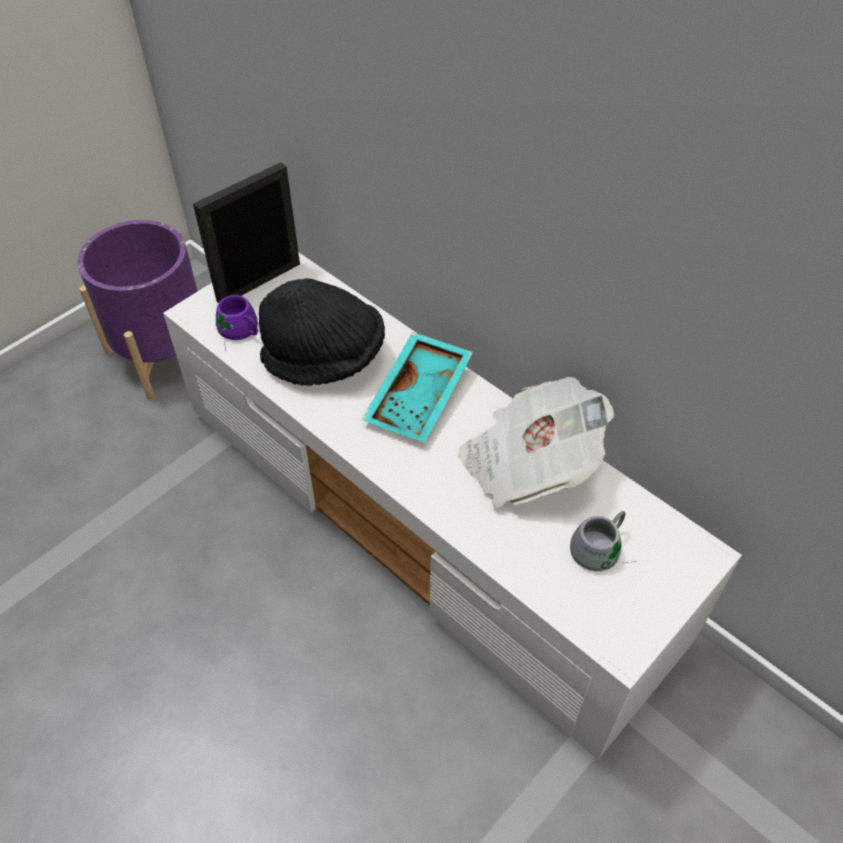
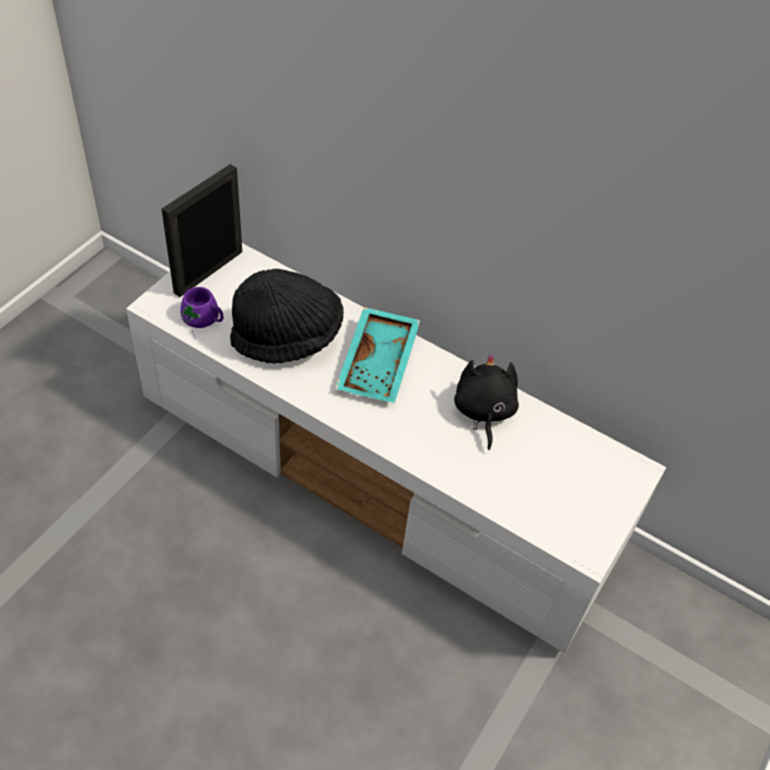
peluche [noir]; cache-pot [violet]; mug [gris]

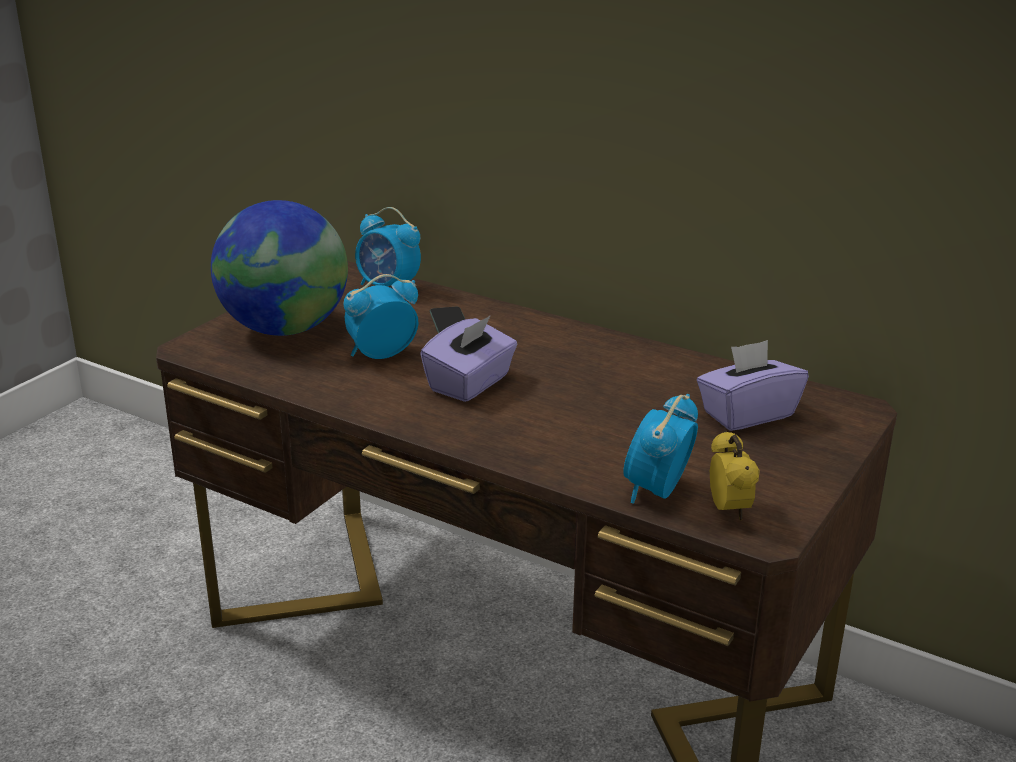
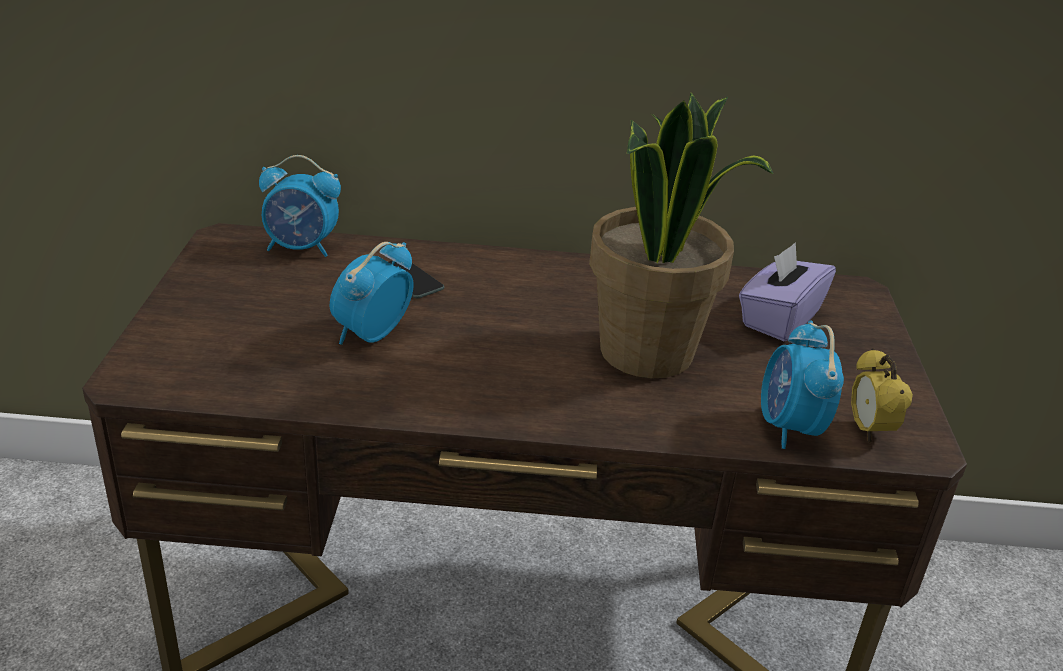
plante en pot; réveil (4th from left); globe; boîte à mouchoirs [violet] (1st from left in the first image)

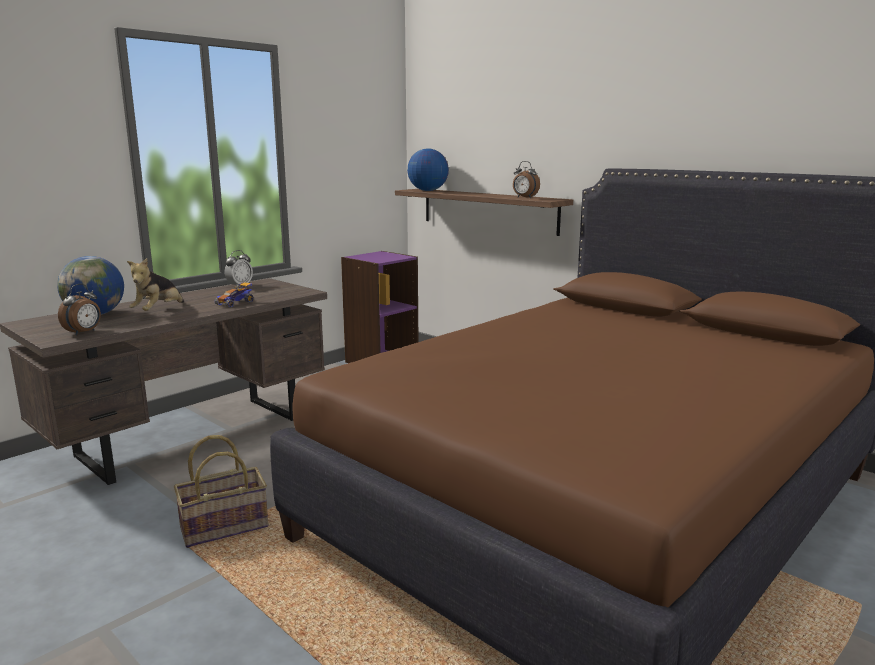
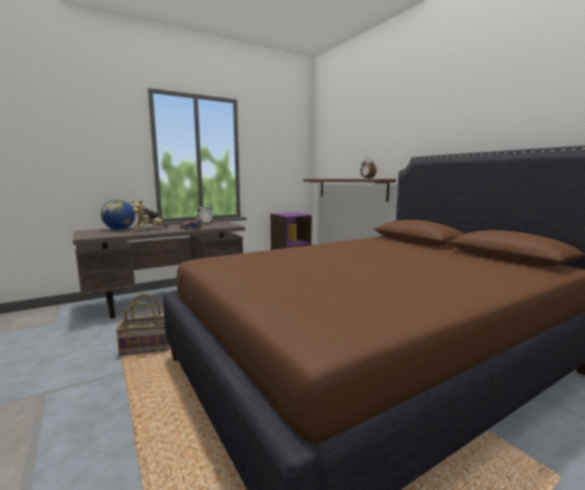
réveil (1st from left in the first image); globe (2nd from left in the first image)

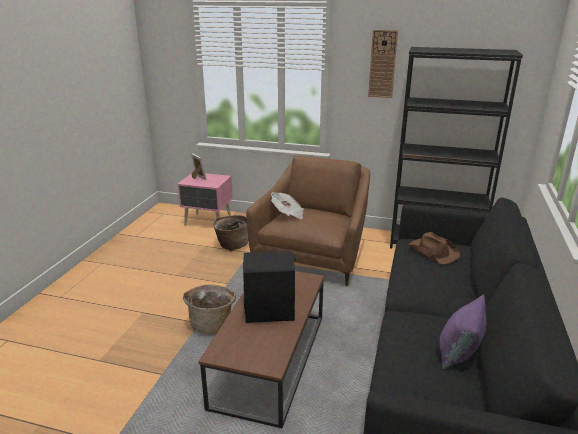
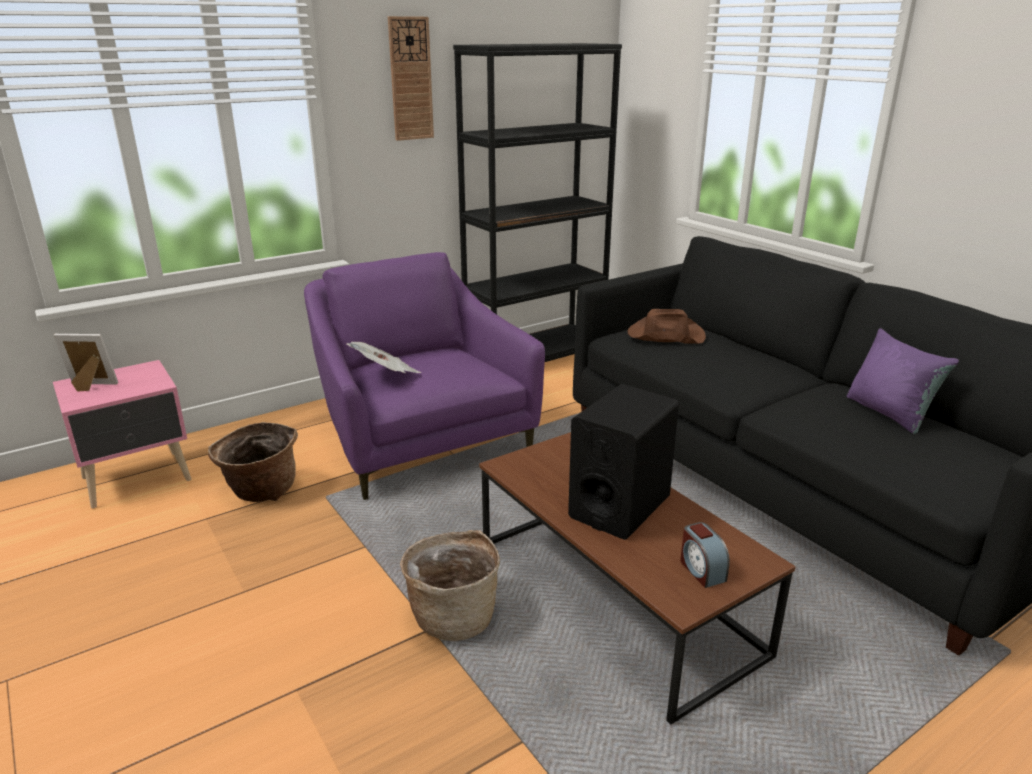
fauteuil [violet]; réveil

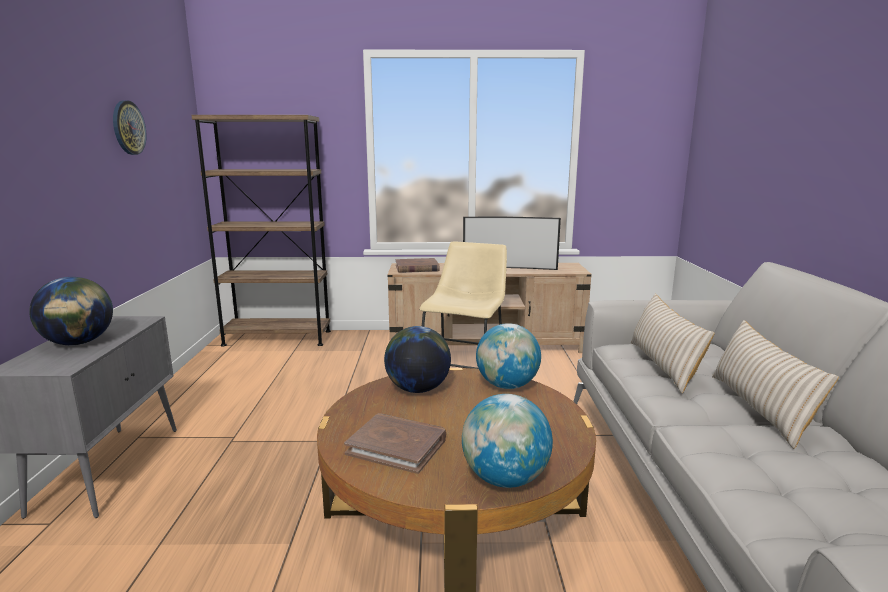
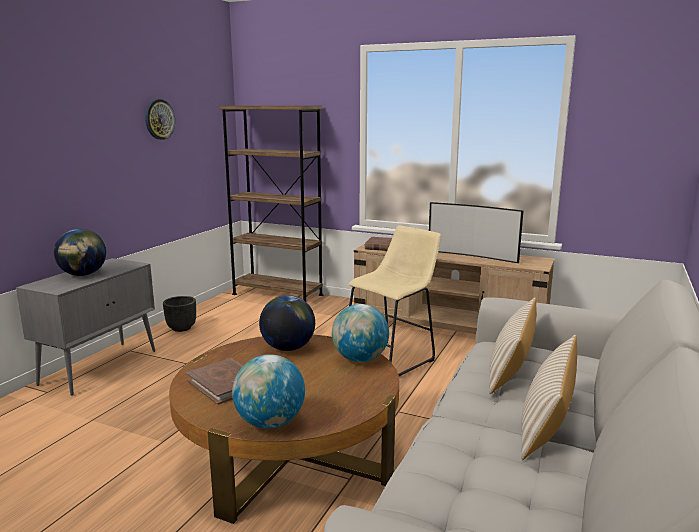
cache-pot [noir]

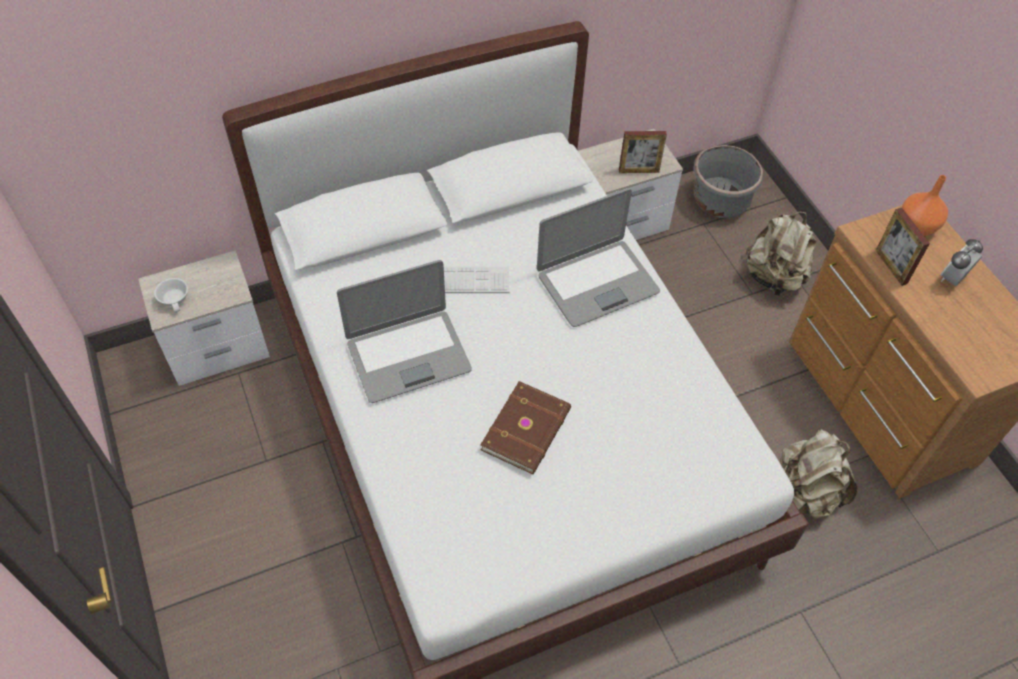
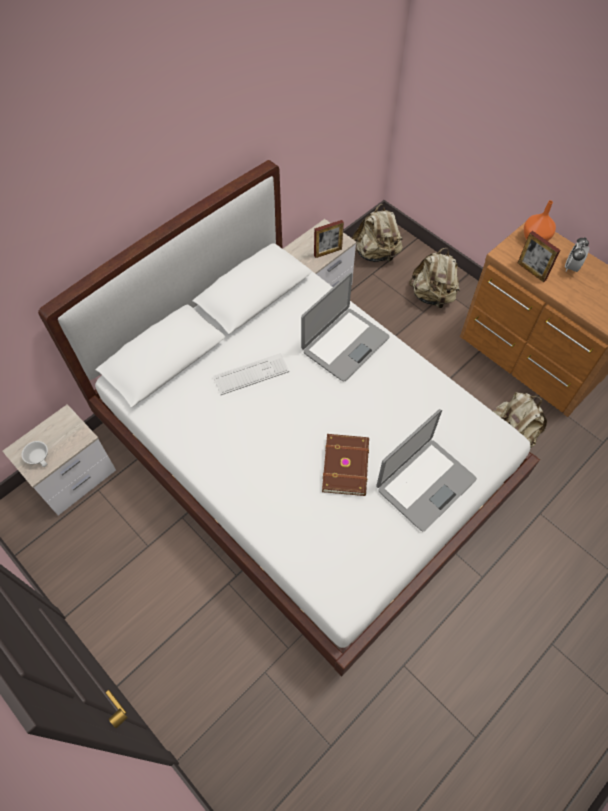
sac à dos [beige] (1st from left); ordinateur portable (2nd from left)

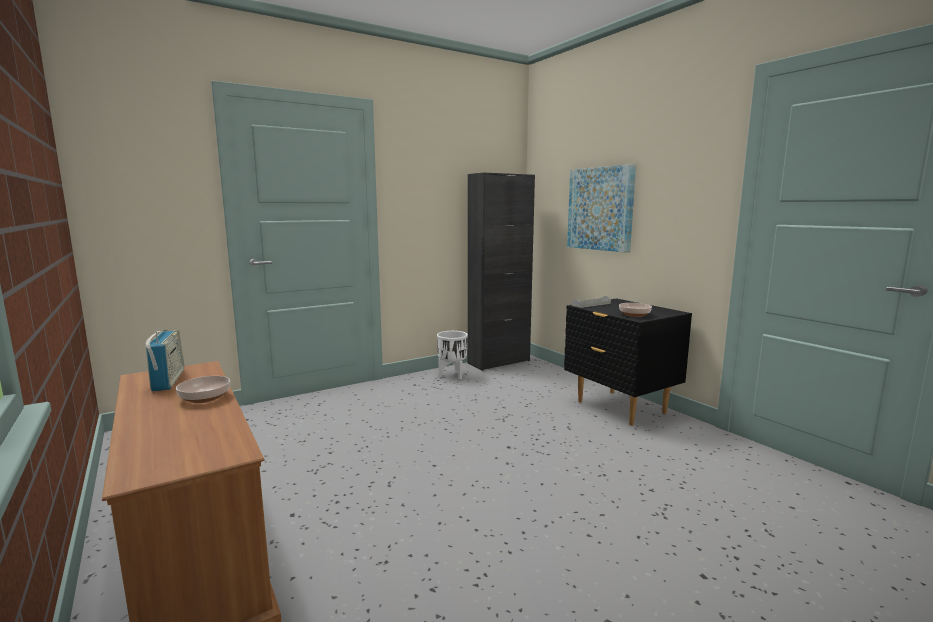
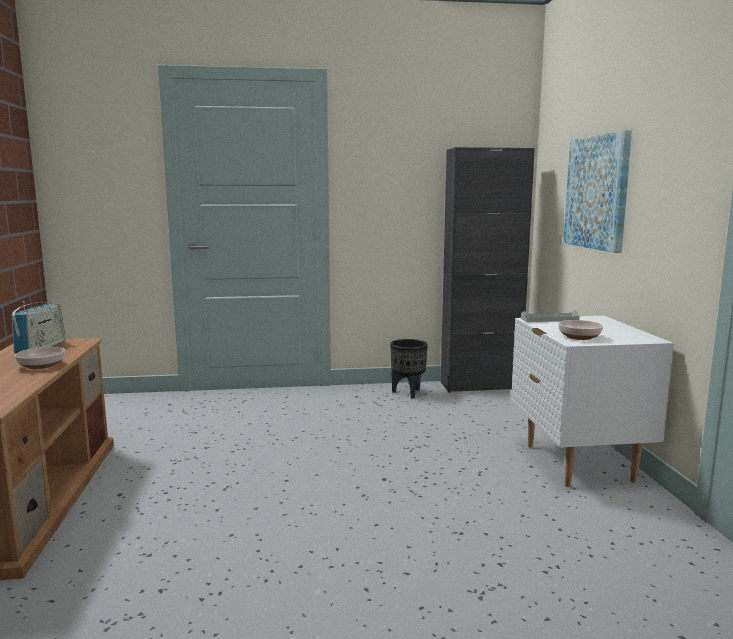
cache-pot [noir]; table de chevet [blanc]

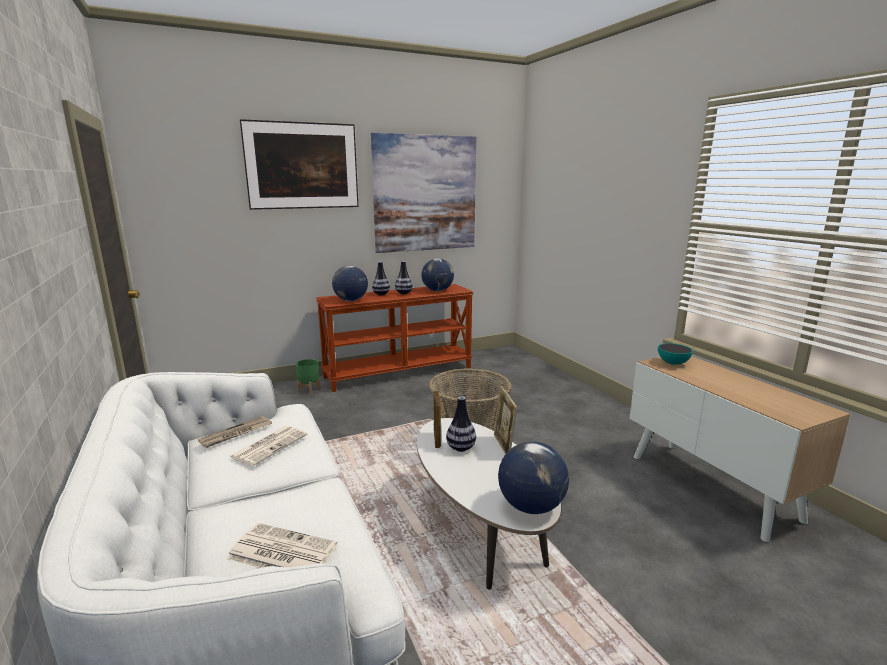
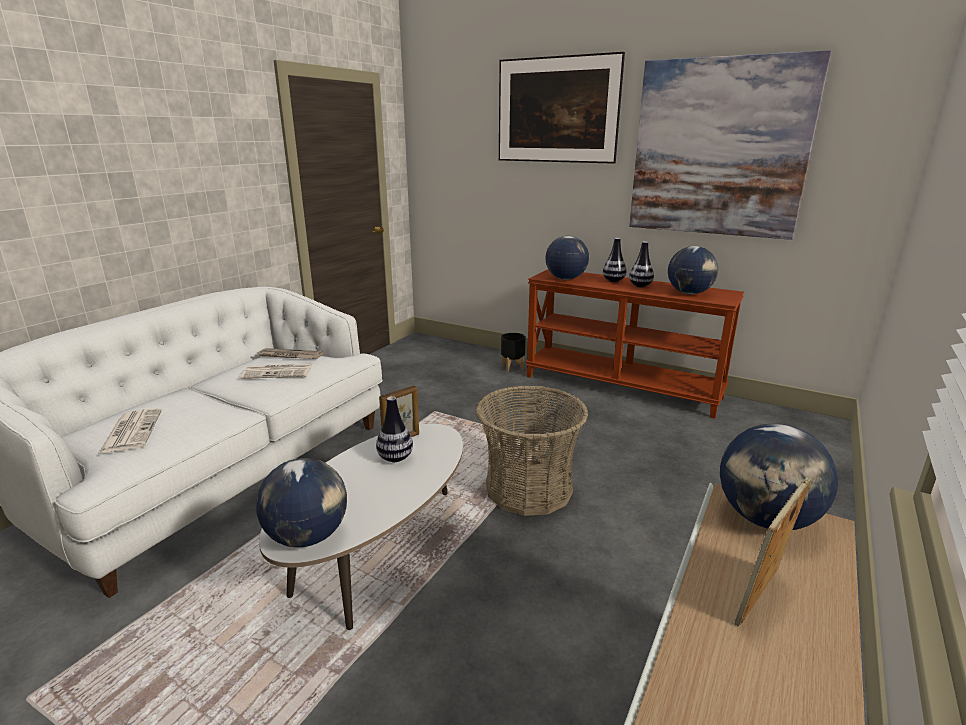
cache-pot [noir]; globe (4th from left); cadre photo (2nd from left)

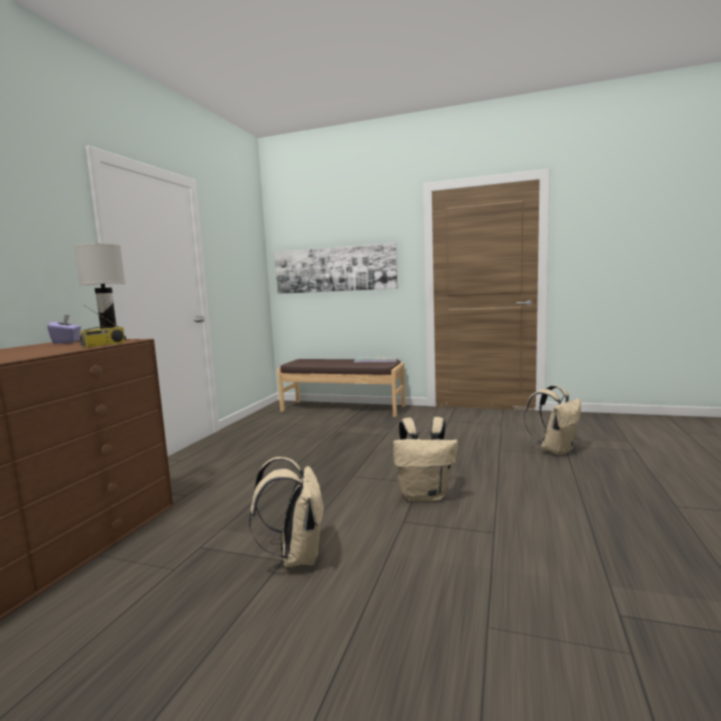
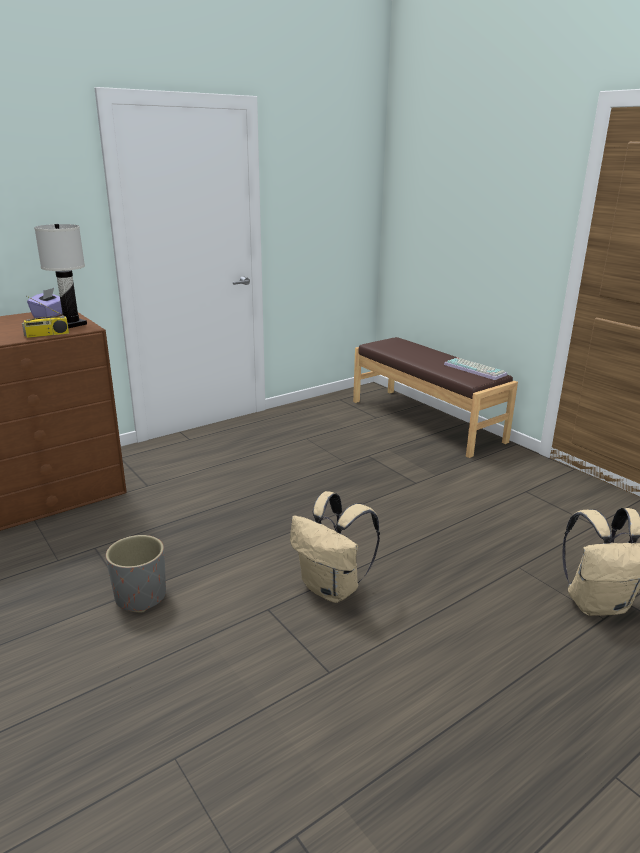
cache-pot [gris]; tableau

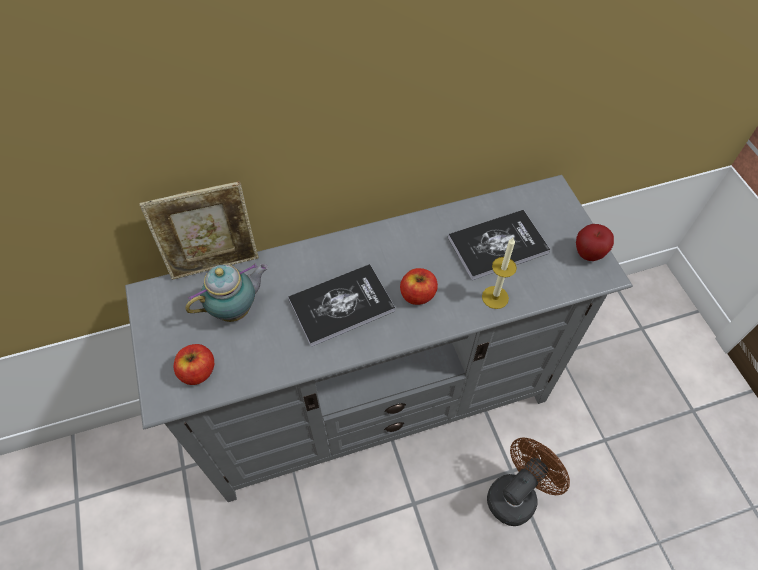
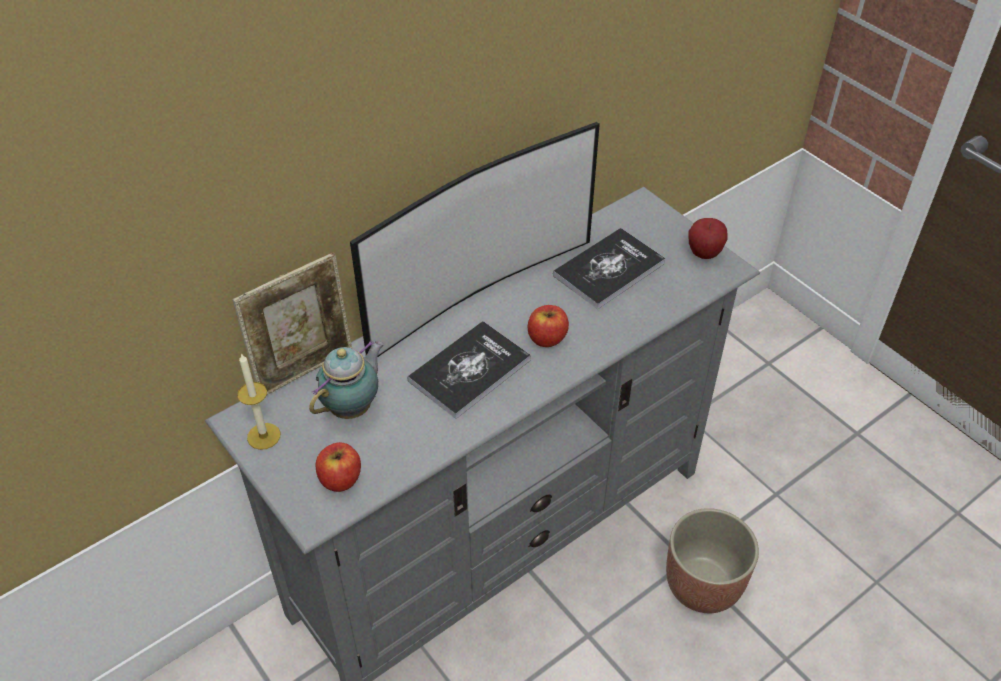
bougie; téléviseur; cache-pot

